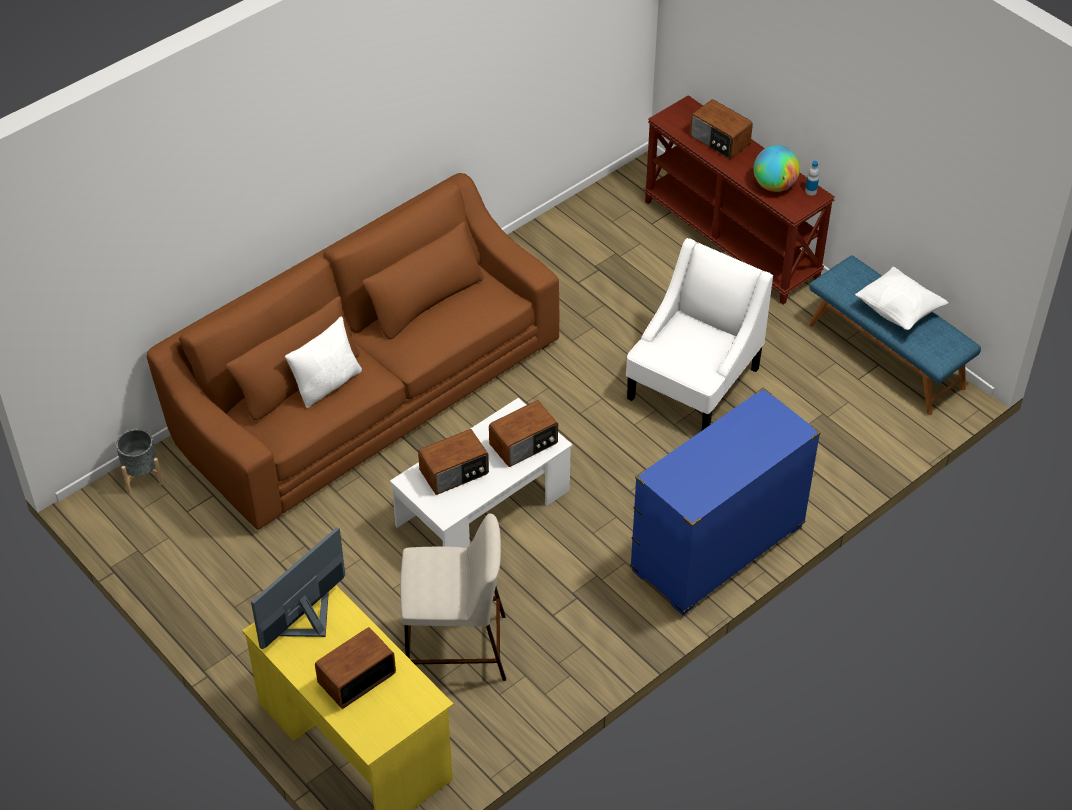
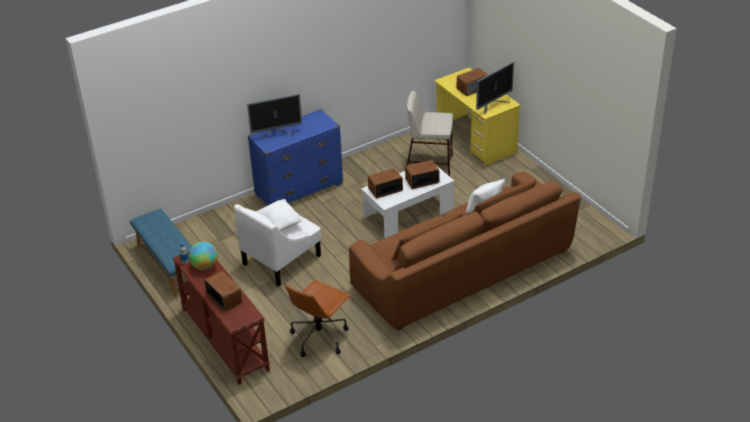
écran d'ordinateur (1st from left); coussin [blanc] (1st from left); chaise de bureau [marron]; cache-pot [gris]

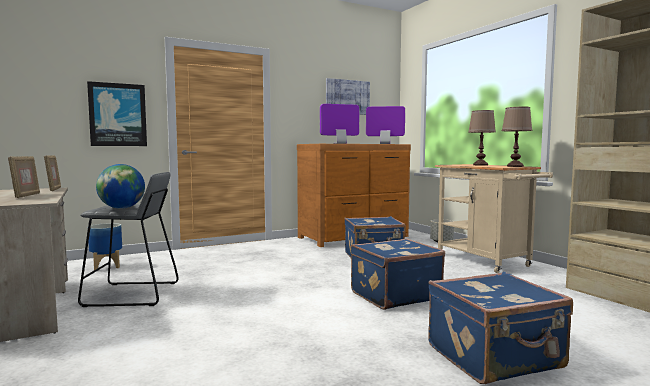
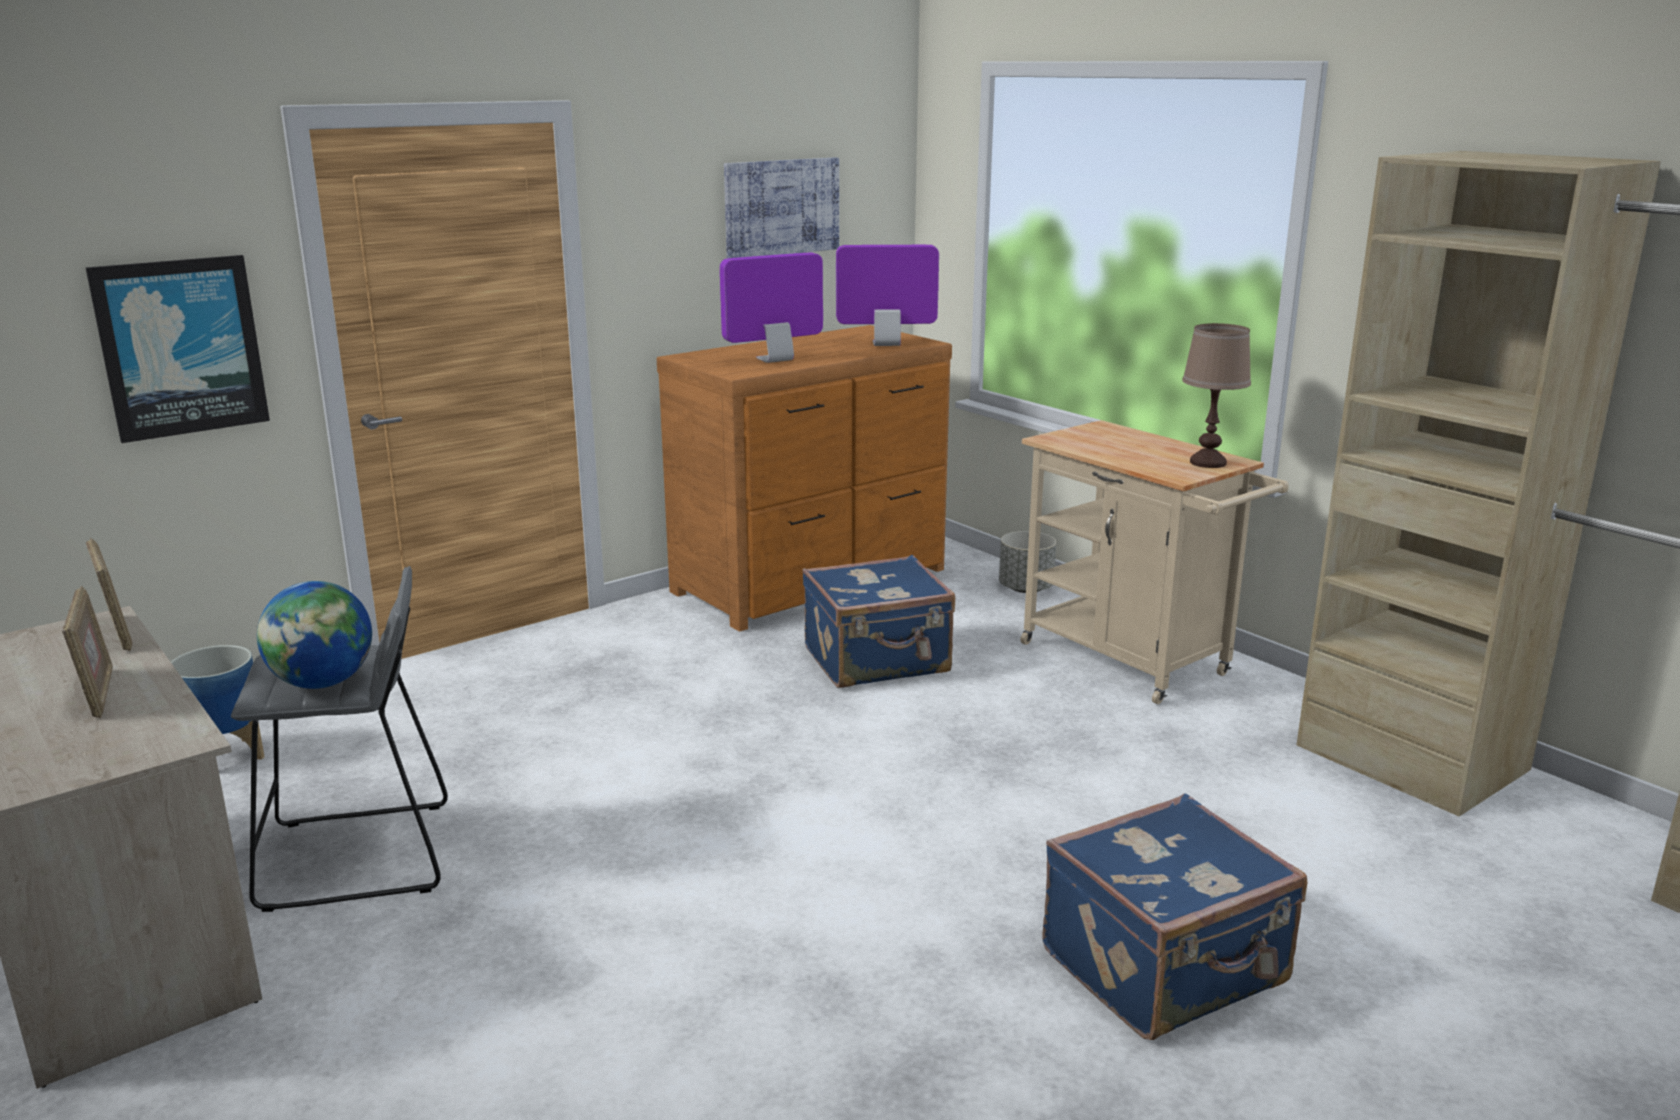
valise [bleu] (2nd from left in the first image); lampe de table [marron] (1st from left in the first image)

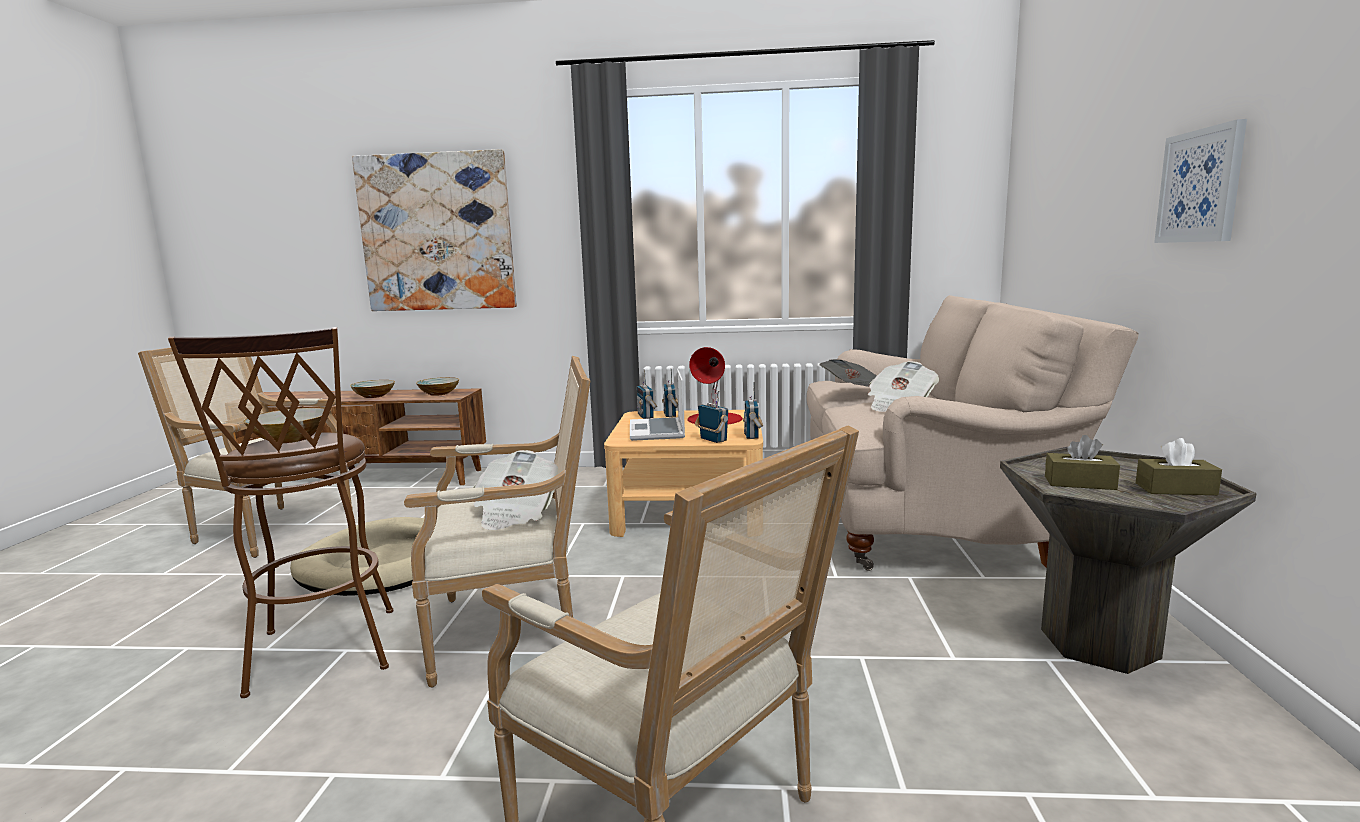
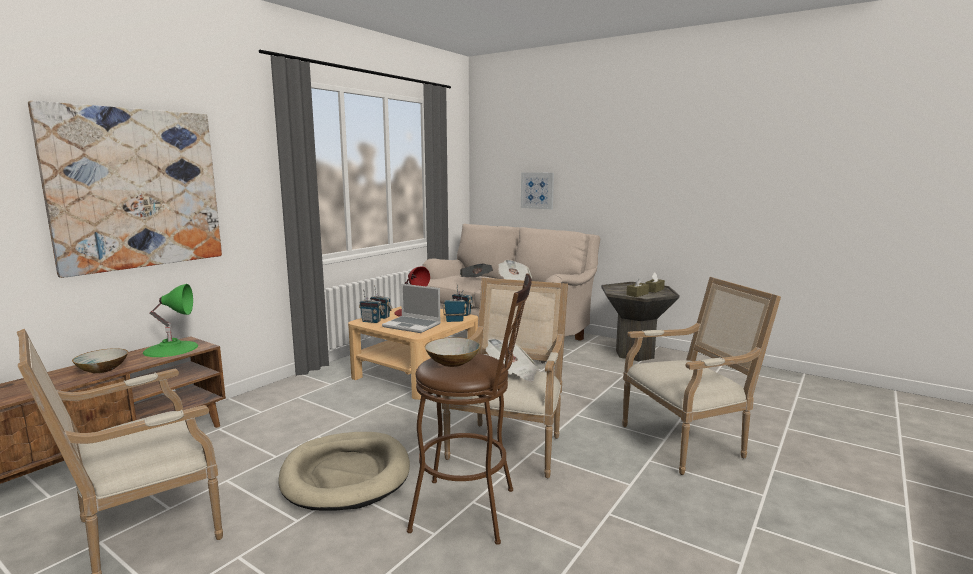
lampe de table [vert]; tableau (2nd from left)

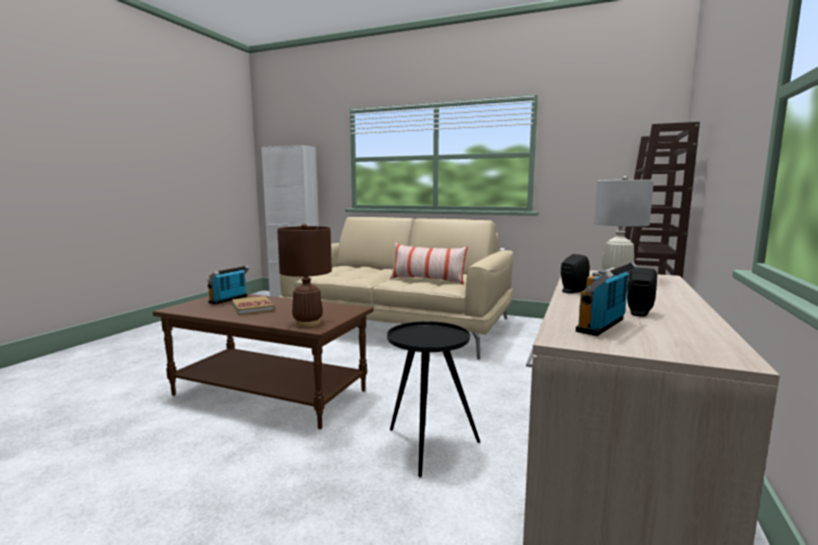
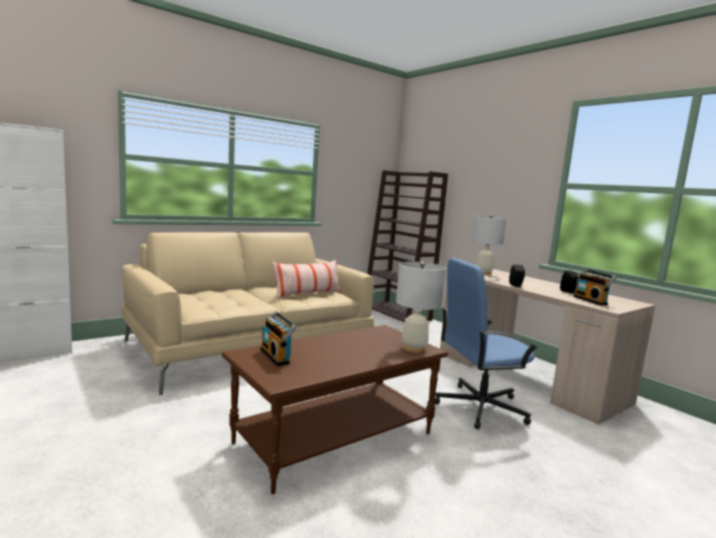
lampe de table [blanc] (1st from left); chaise de bureau [bleu]; livre

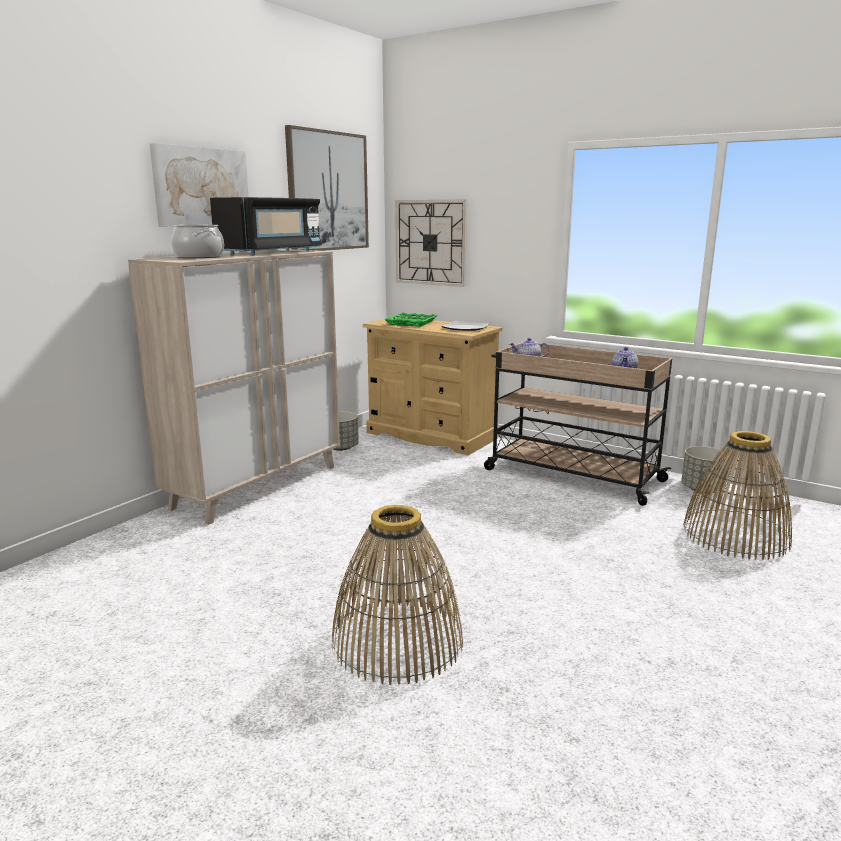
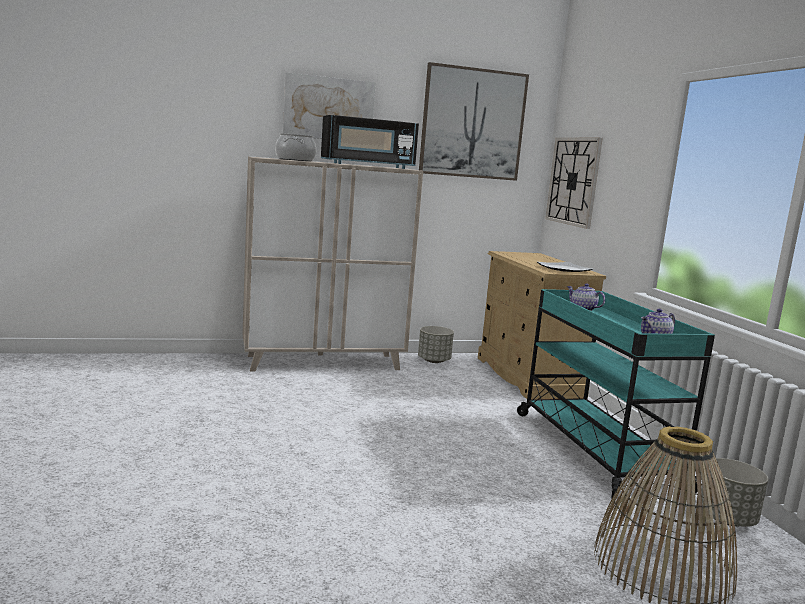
chariot [turquoise]; panier (1st from left in the first image); plateau [vert]

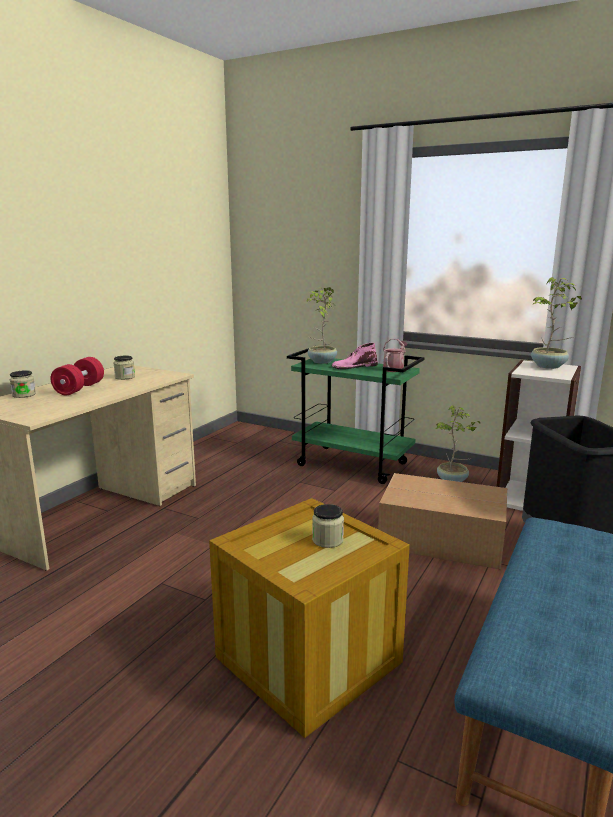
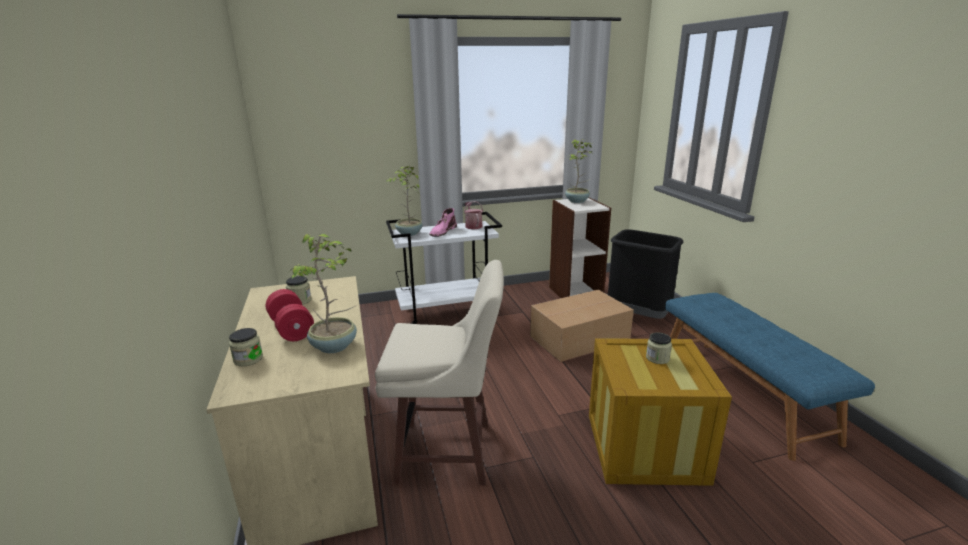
plante en pot (1st from left); tabouret [beige]; chariot [blanc]

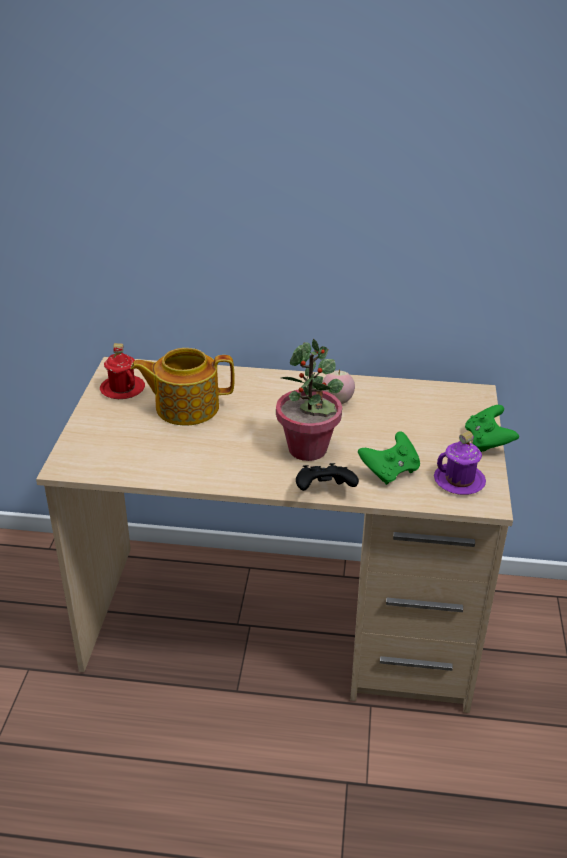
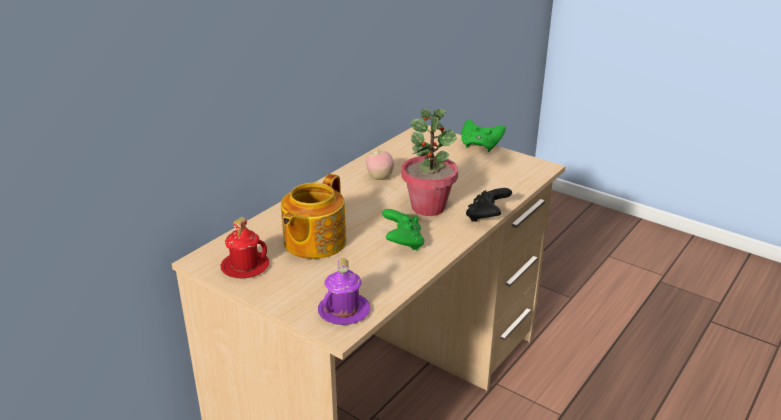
mug [violet]; manette [vert] (1st from left)

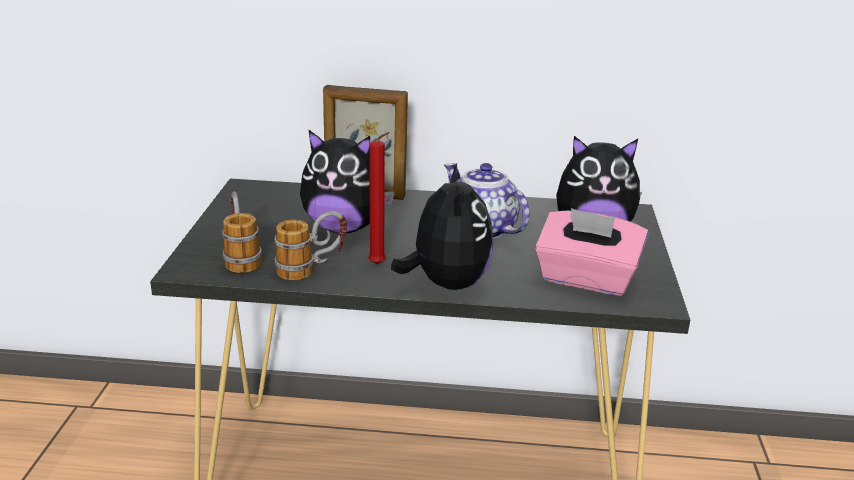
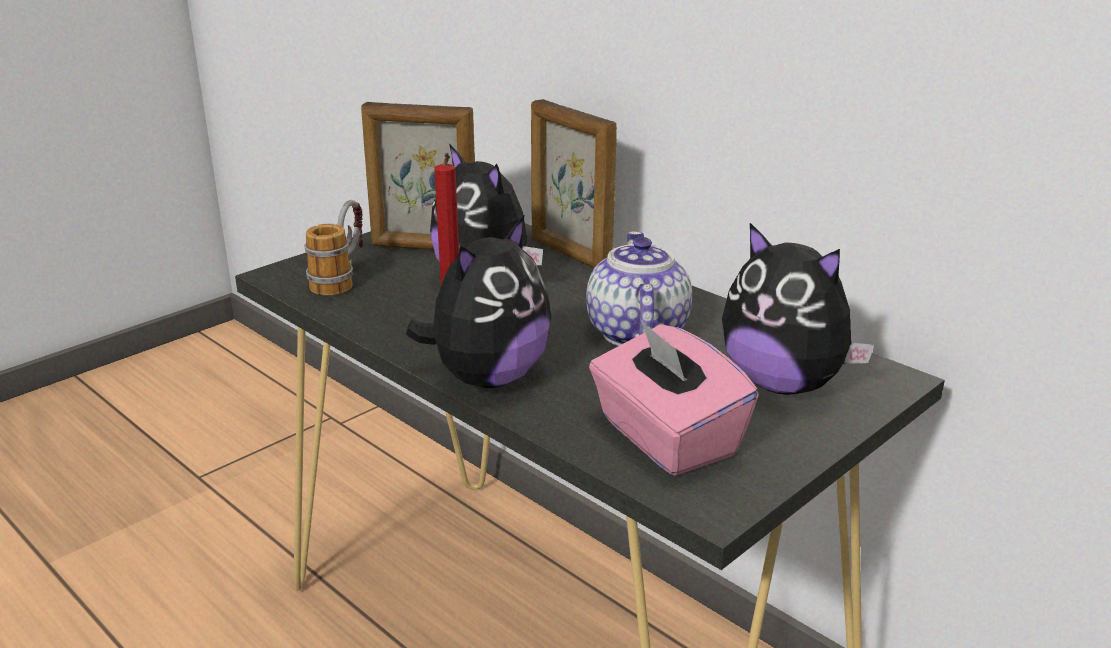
cadre photo (1st from left); mug (2nd from left in the first image)

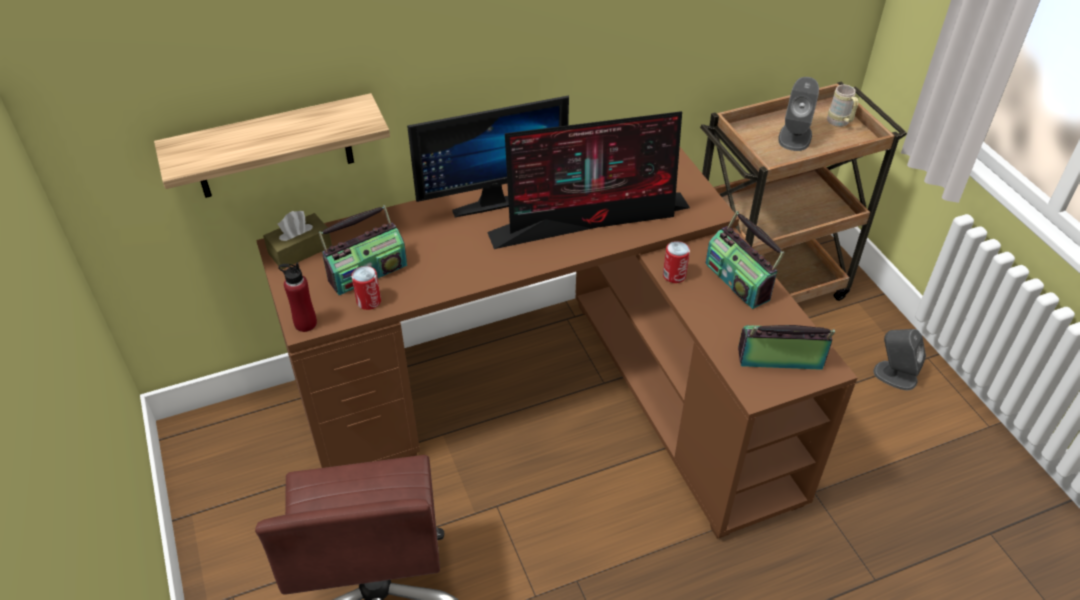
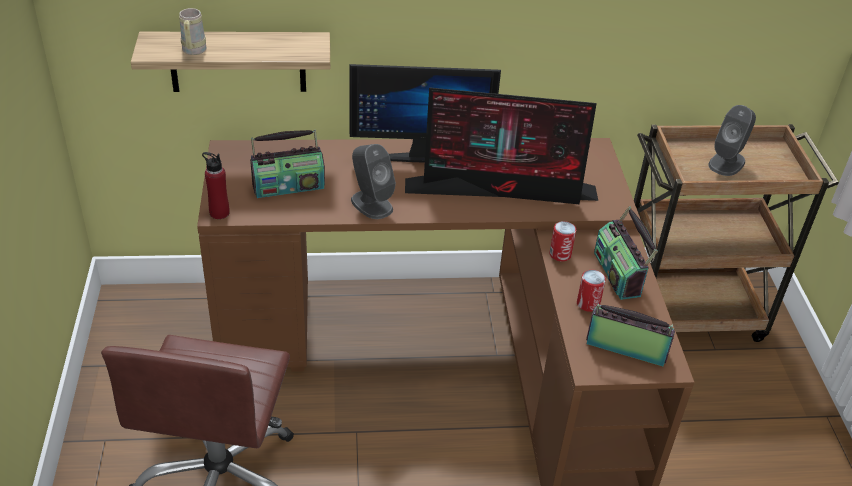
mug [beige]; enceinte [gris] (1st from left); boîte métallique (2nd from left); boîte à mouchoirs [marron]

